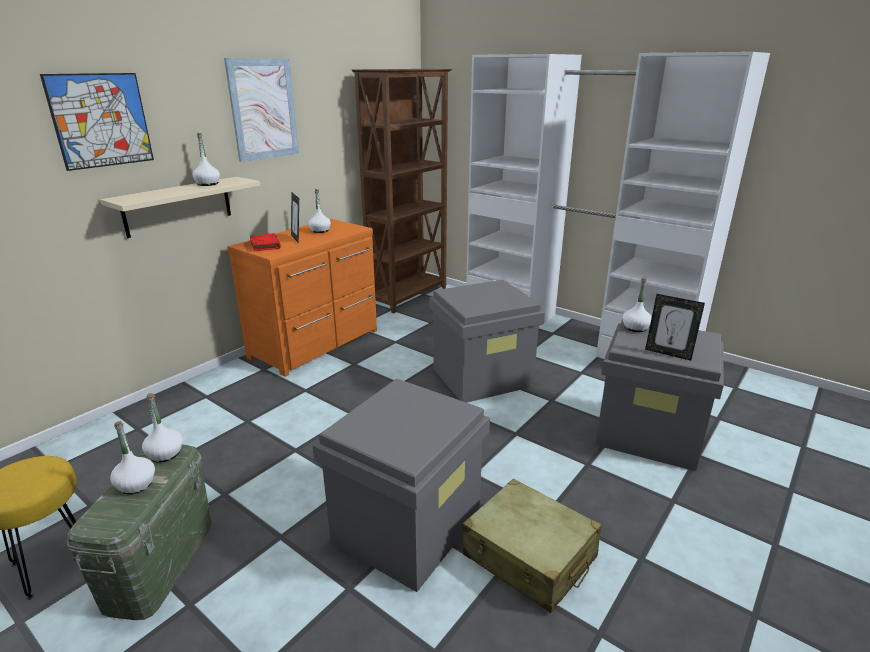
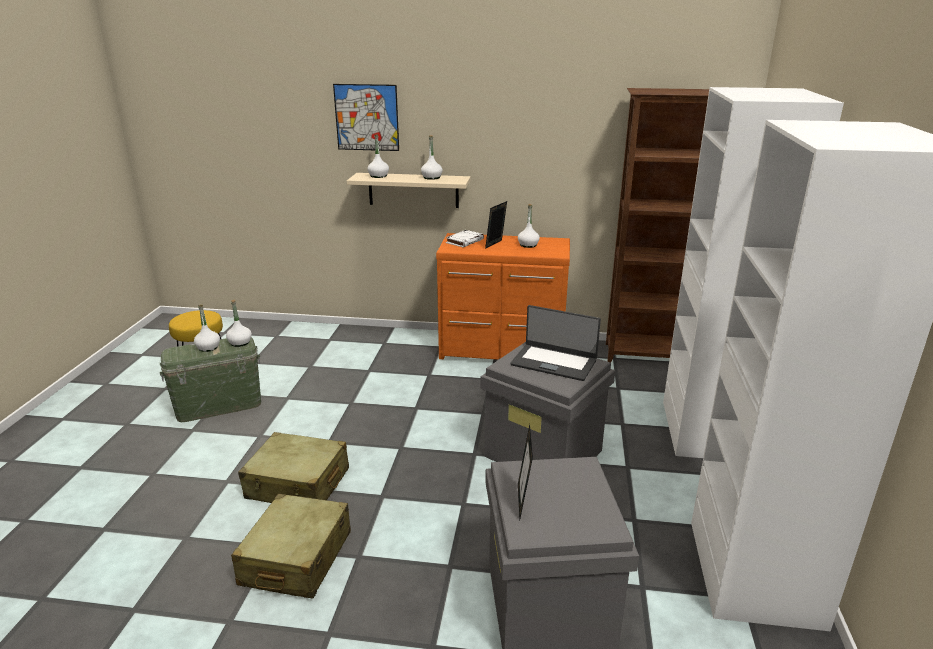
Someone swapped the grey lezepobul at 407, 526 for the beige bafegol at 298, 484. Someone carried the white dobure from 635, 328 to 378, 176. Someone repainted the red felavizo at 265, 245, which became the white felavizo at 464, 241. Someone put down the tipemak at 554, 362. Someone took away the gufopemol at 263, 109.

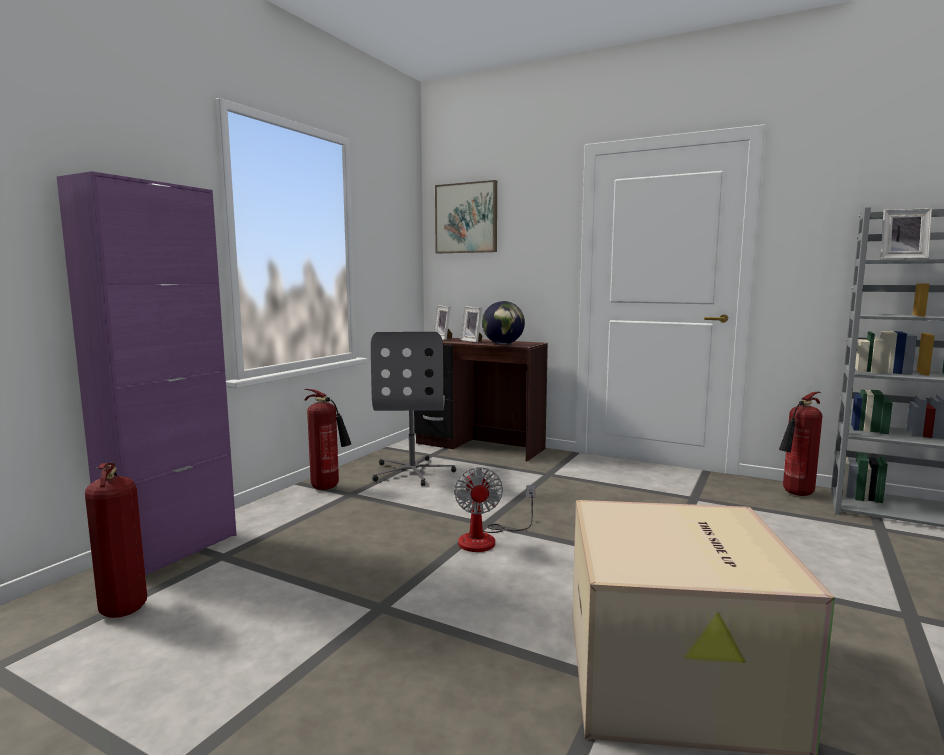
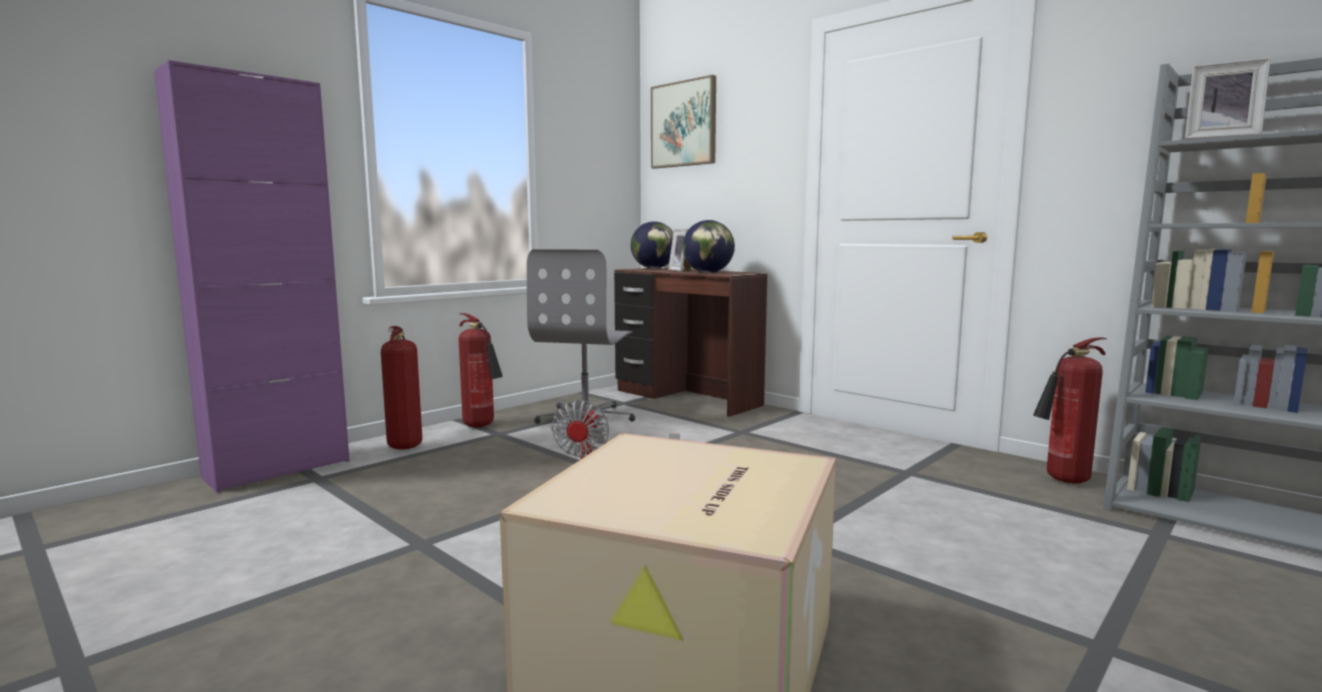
Someone carried the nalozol from 123, 608 to 405, 446. Someone swapped the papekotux at 444, 338 for the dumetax at 653, 268.

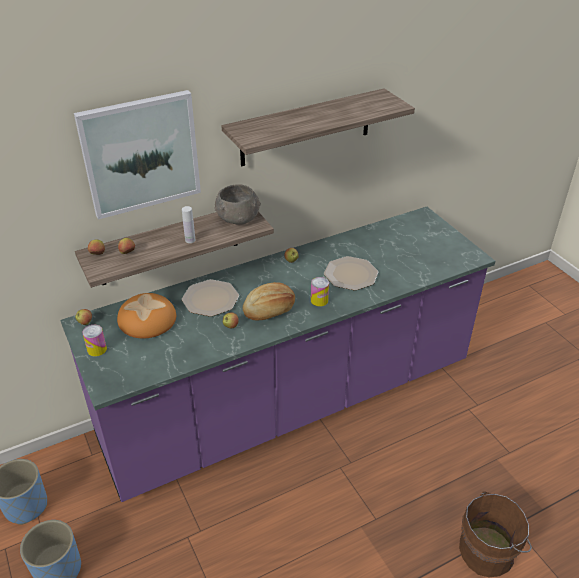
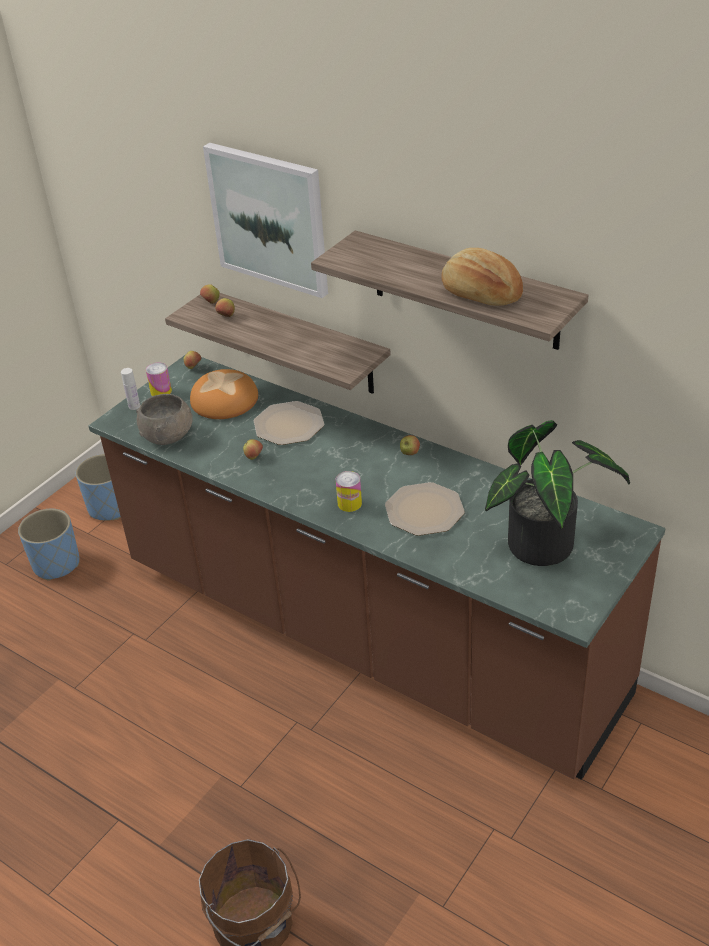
Someone repainted the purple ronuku at 289, 402, which became the brown ronuku at 366, 632. Someone carried the white dobure from 190, 240 to 134, 406. Someone carried the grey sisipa from 238, 218 to 168, 435. Someone carried the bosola from 270, 310 to 480, 294. Someone put down the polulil at 548, 547.

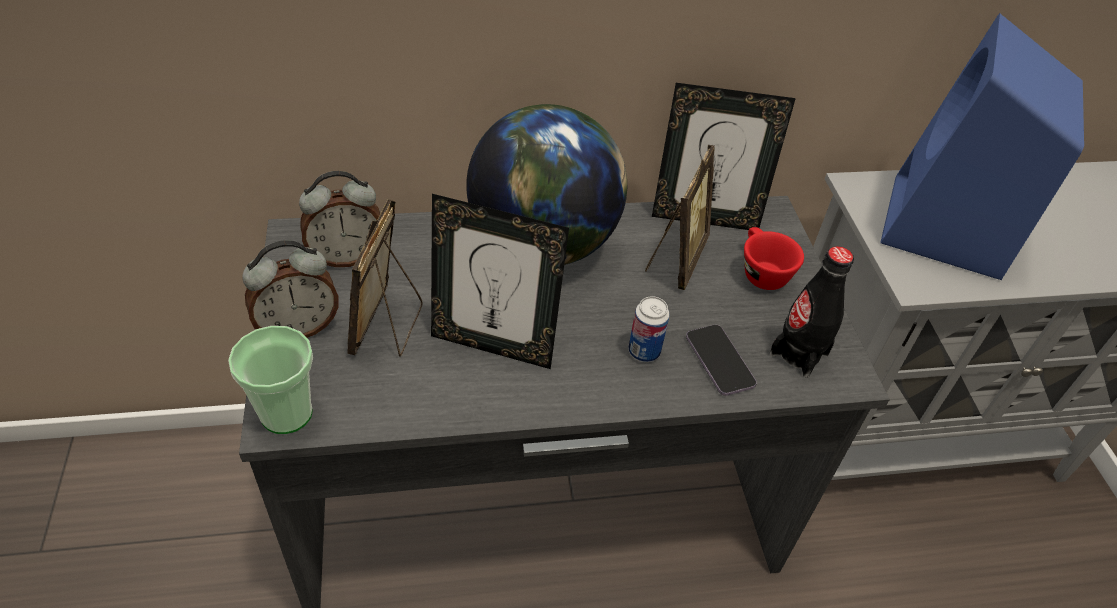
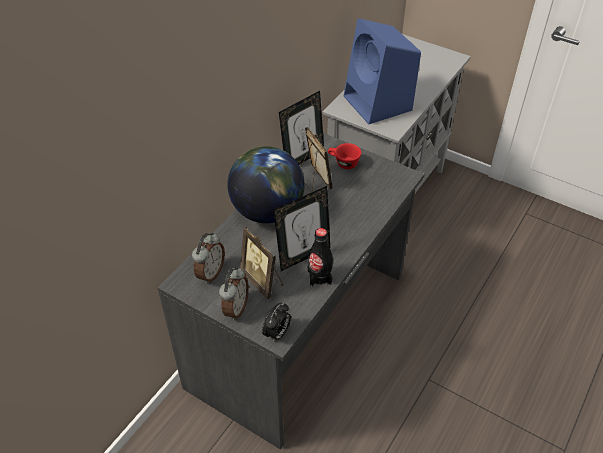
Someone swapped the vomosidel at 286, 413 for the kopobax at 277, 333. Someone carried the black dobure from 799, 353 to 319, 277. Someone took away the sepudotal at 644, 351. Someone took away the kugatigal at 719, 361.

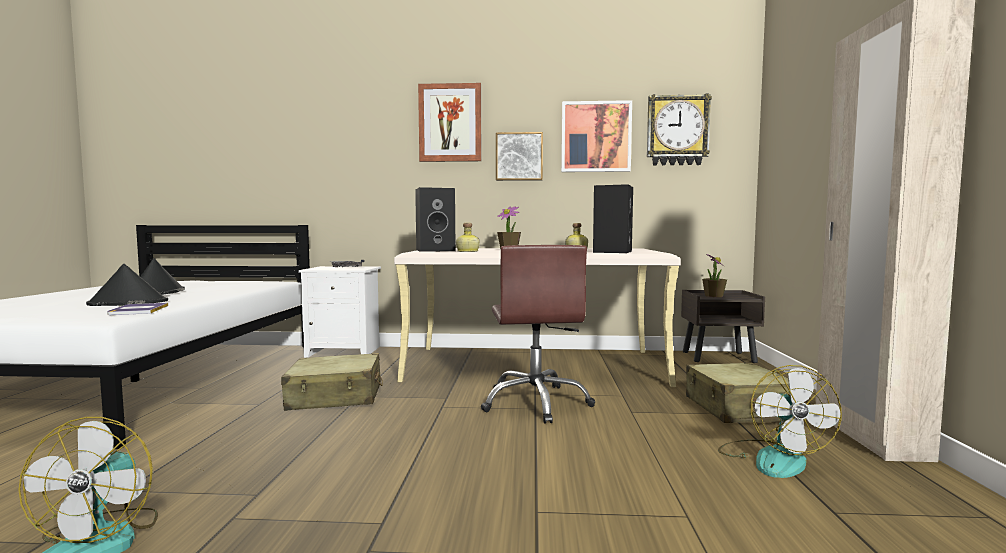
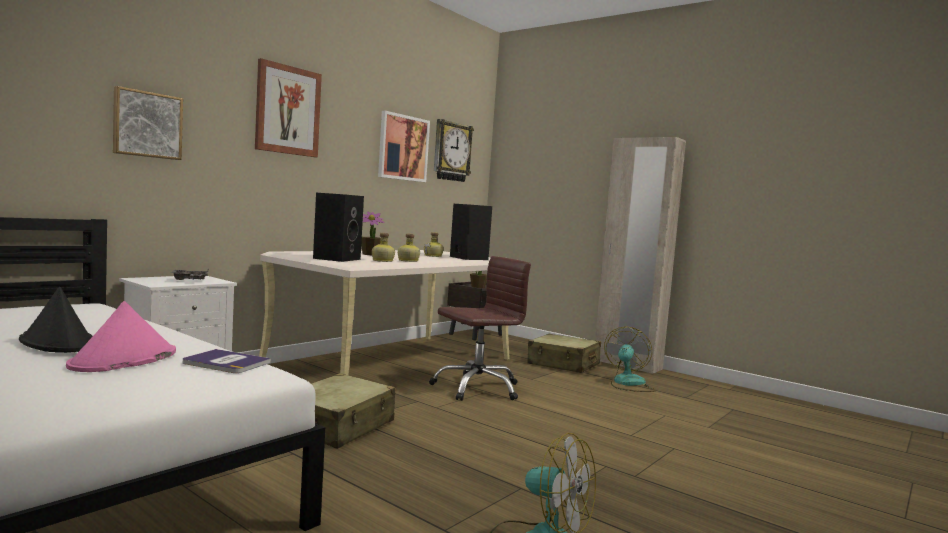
Someone repainted the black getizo at 127, 303, which became the pink getizo at 124, 360. Someone carried the gufopemol from 519, 156 to 147, 124. Someone put down the dobure at 407, 261. Someone rotated the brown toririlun at 536, 403 by 60 degrees counterclockwise. Someone rotated the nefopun at 772, 458 by 105 degrees counterclockwise.

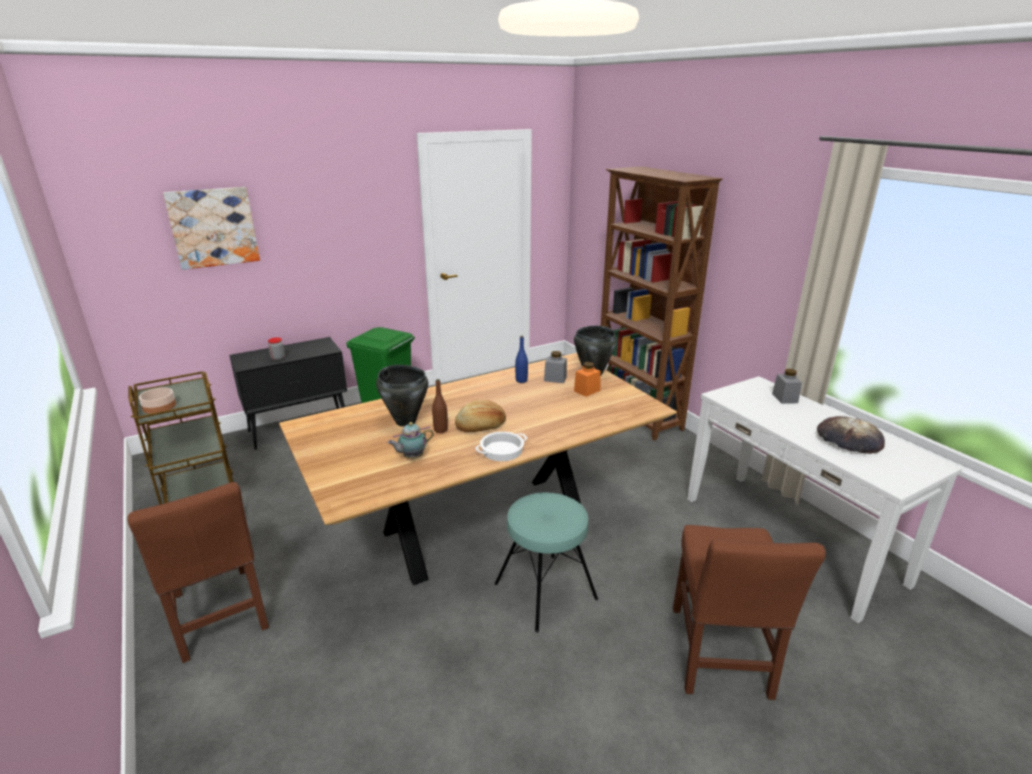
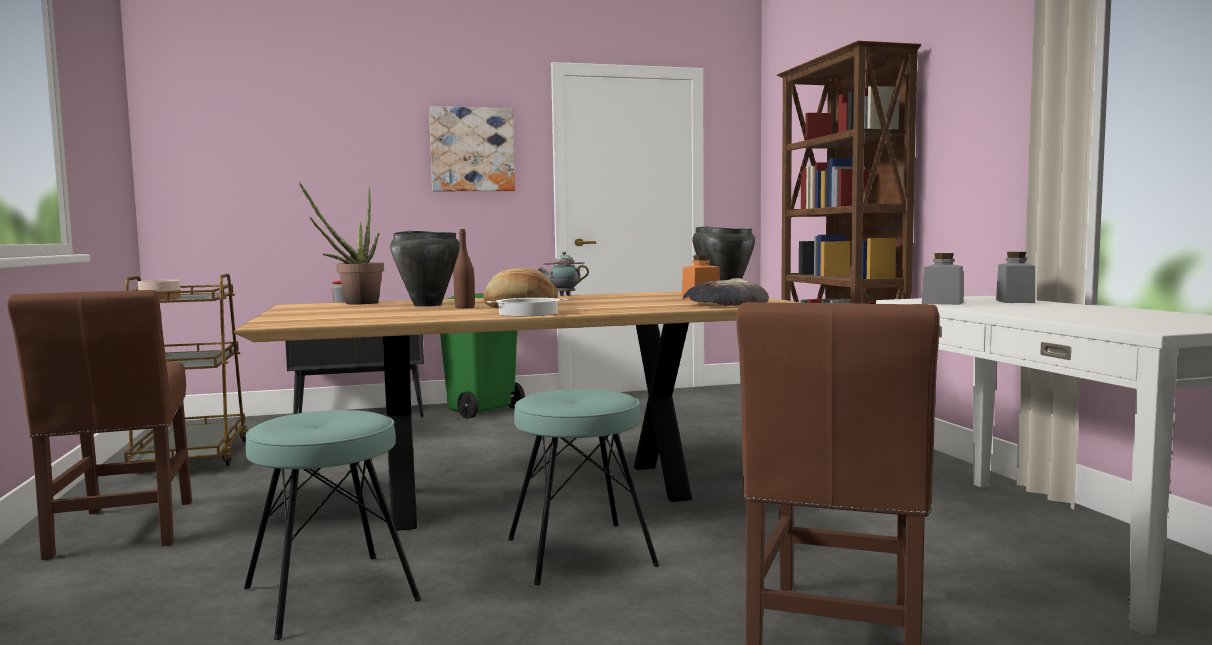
Someone put down the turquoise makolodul at 330, 594. Someone put down the polulil at 354, 303. Someone carried the gufopemol from 213, 227 to 472, 150. Someone carried the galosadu from 412, 457 to 563, 296. Someone carried the bosola from 848, 439 to 725, 304. Someone carried the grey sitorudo from 555, 378 to 942, 303. Someone took away the blue dobure at 521, 380.

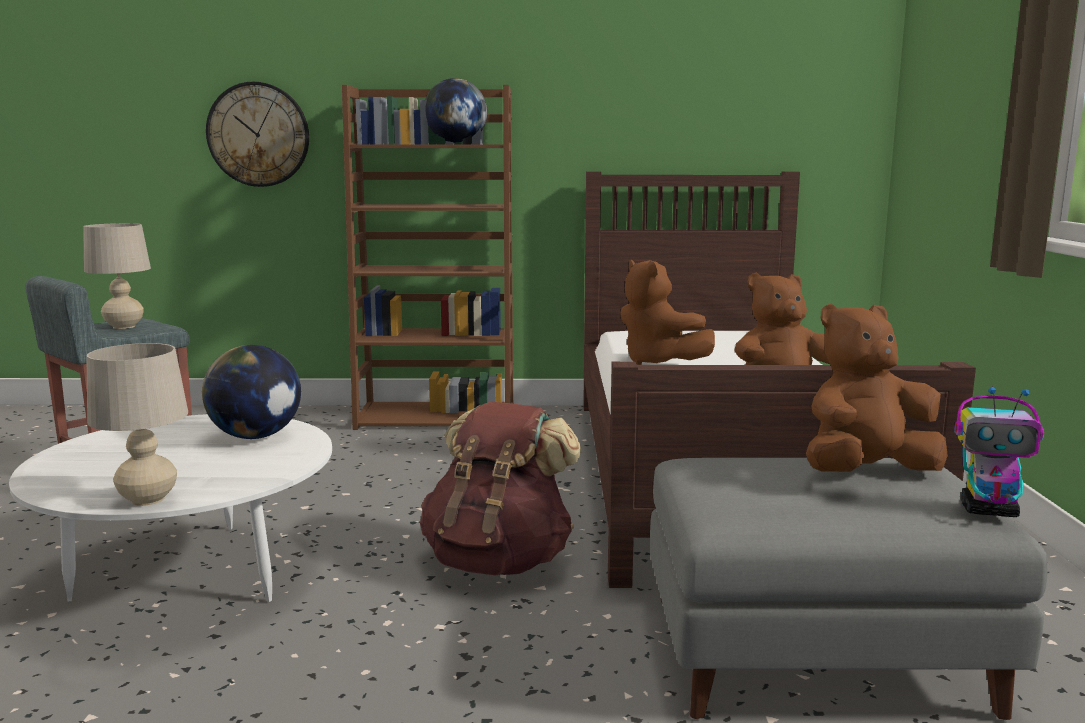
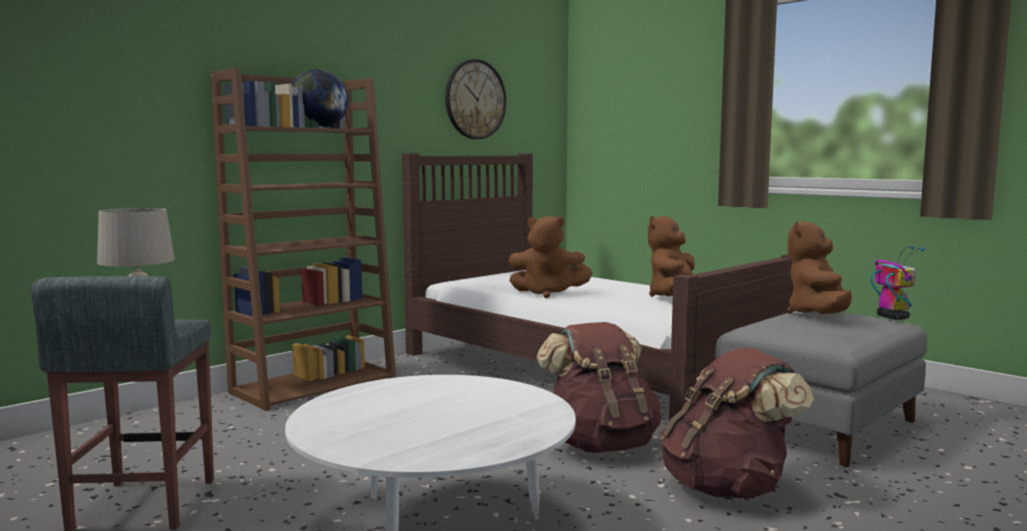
Someone carried the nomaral from 258, 135 to 475, 99. Someone put down the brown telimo at 728, 488. Someone rotated the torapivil at 990, 511 by 75 degrees counterclockwise. Someone took away the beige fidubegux at 147, 499. Someone took away the dumetax at 256, 436.

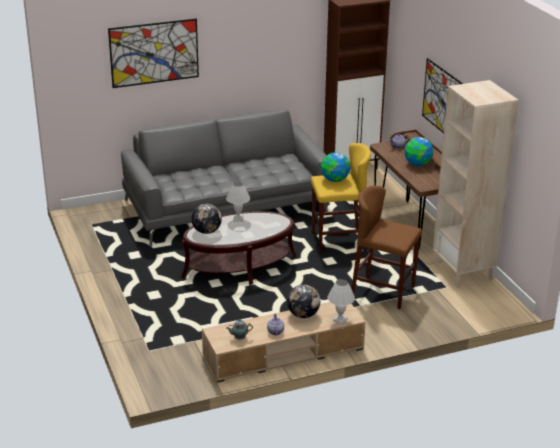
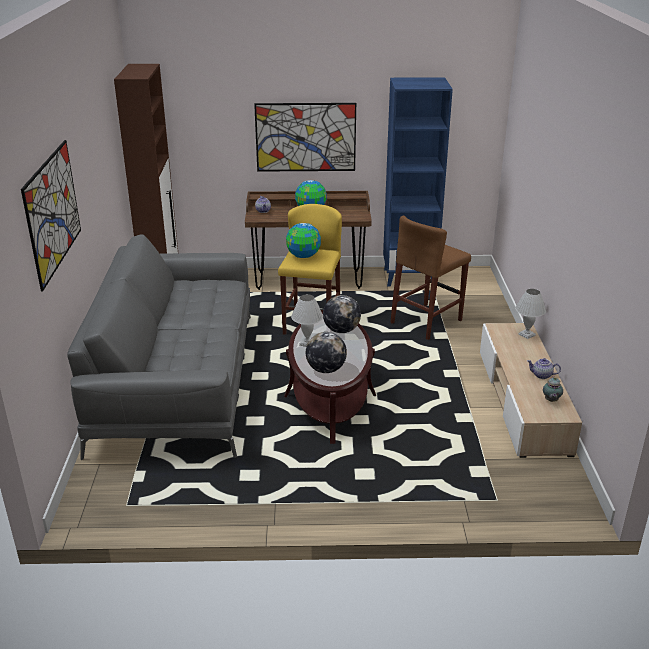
Someone carried the dumetax from 303, 315 to 341, 330. Someone repainted the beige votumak at 463, 271, which became the blue votumak at 409, 277.

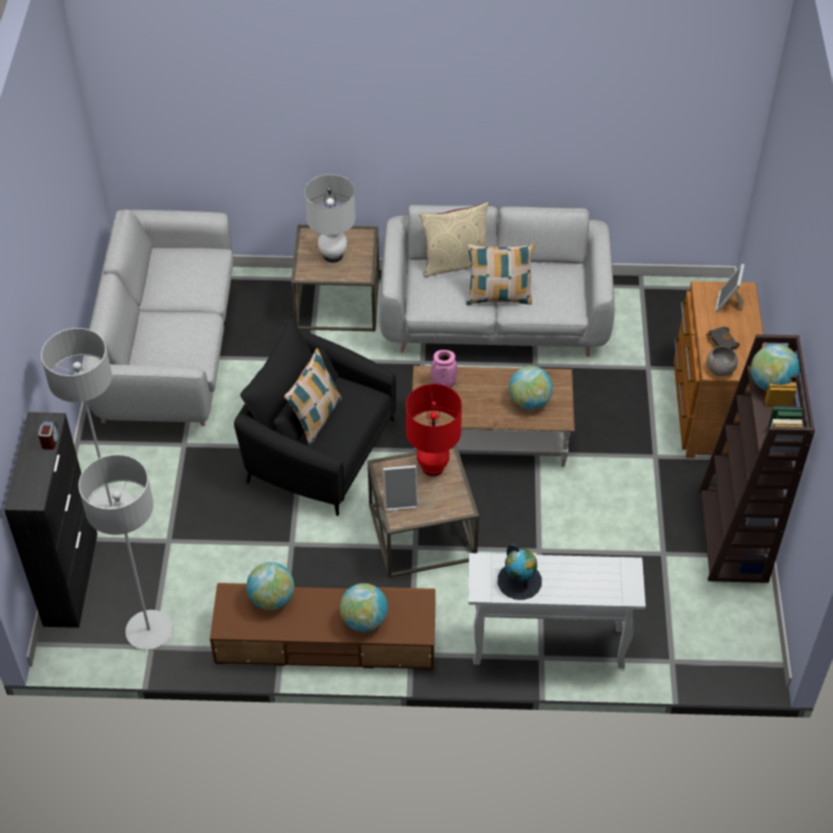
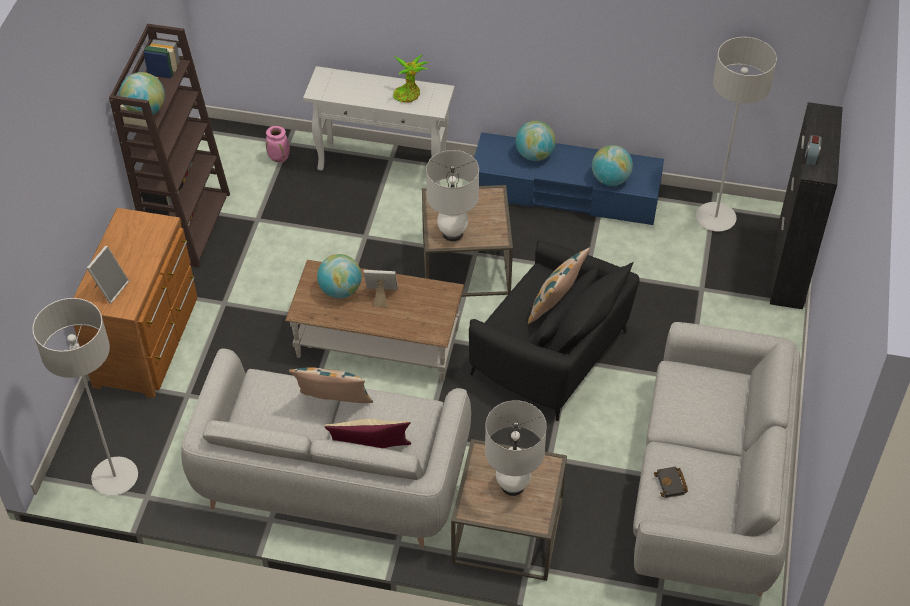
Someone carried the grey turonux from 111, 507 to 115, 477. Someone carried the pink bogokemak from 443, 384 to 279, 158. Someone carried the papekotux from 400, 500 to 381, 296. Someone swapped the dumetax at 519, 581 for the polulil at 409, 94. Someone repainted the red fidubegux at 433, 467, which became the white fidubegux at 452, 233. Someone repainted the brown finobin at 326, 639, which became the blue finobin at 565, 193. Someone carried the black felavizo from 720, 341 to 672, 484. Someone took away the grey sisipa at 720, 370.

